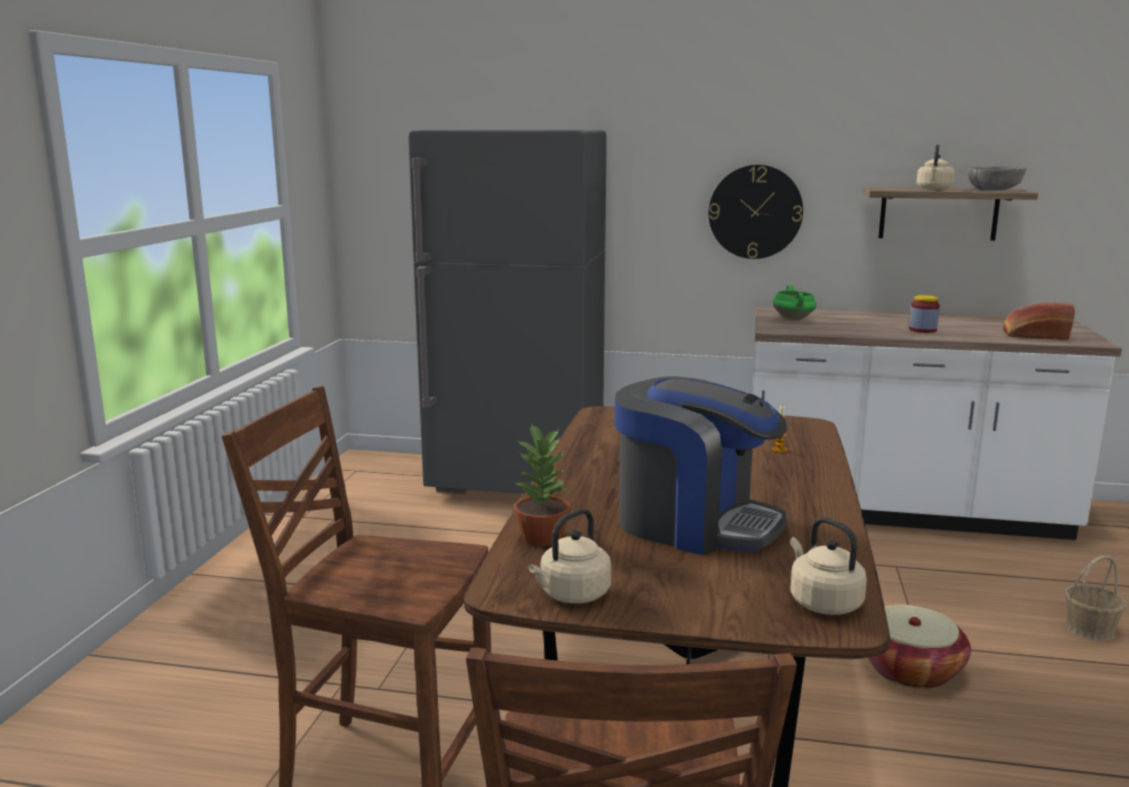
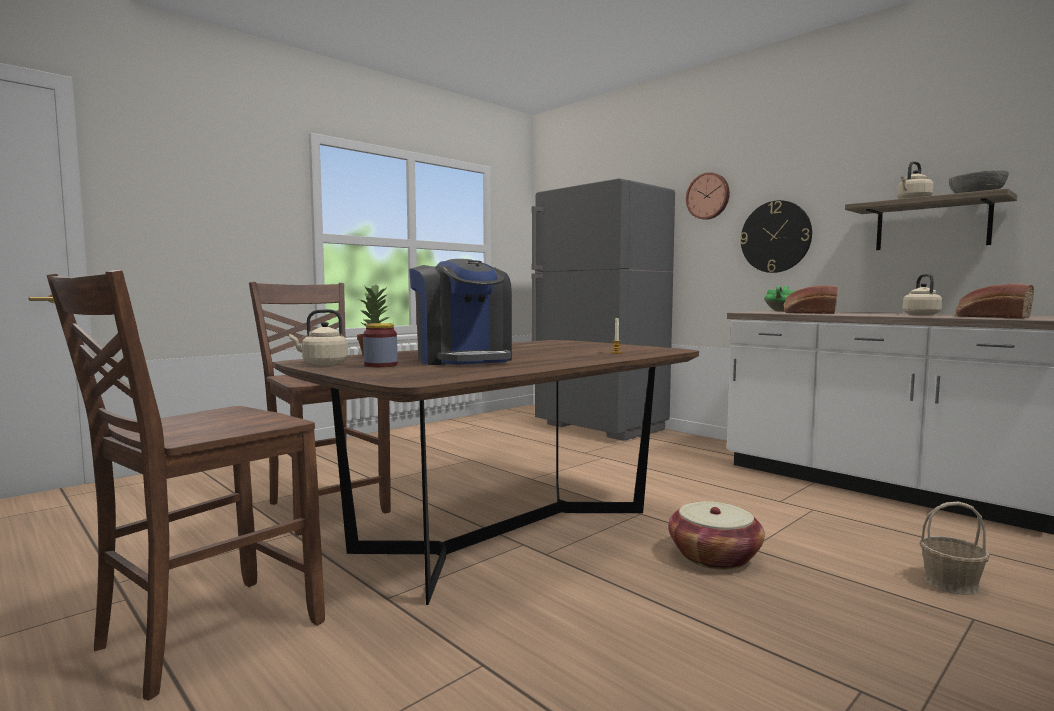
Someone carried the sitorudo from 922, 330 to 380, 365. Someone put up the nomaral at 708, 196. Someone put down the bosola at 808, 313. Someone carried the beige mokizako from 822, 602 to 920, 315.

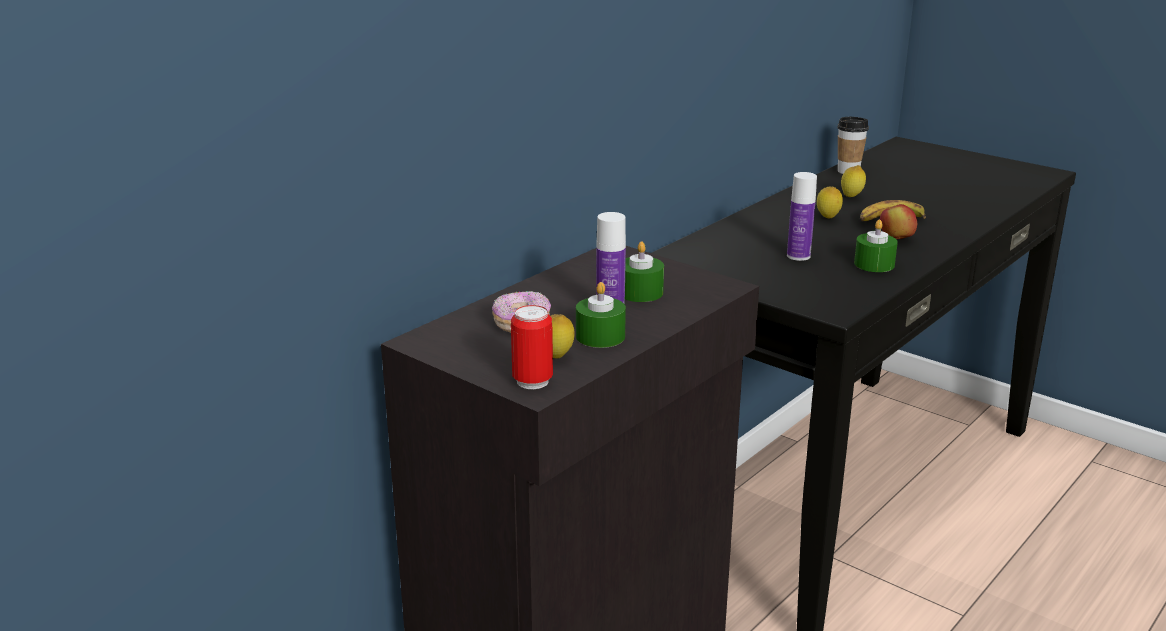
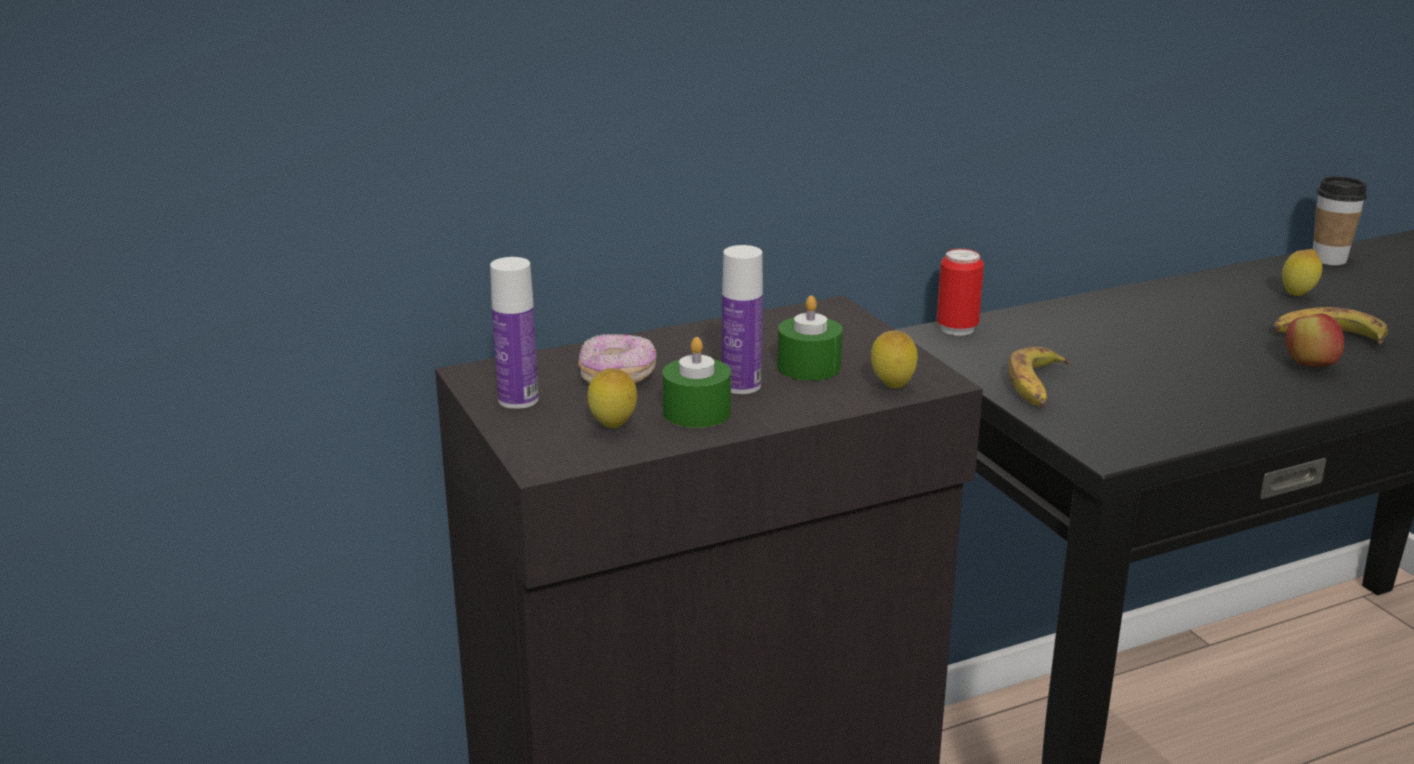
Someone carried the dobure from 798, 256 to 518, 400. Someone carried the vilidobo from 827, 218 to 892, 388. Someone carried the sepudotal from 532, 381 to 957, 329. Someone put down the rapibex at 1037, 387. Someone took away the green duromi at 874, 264.

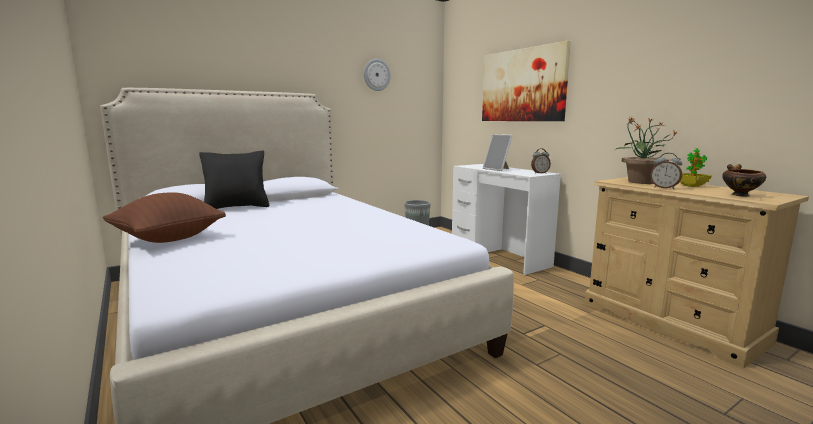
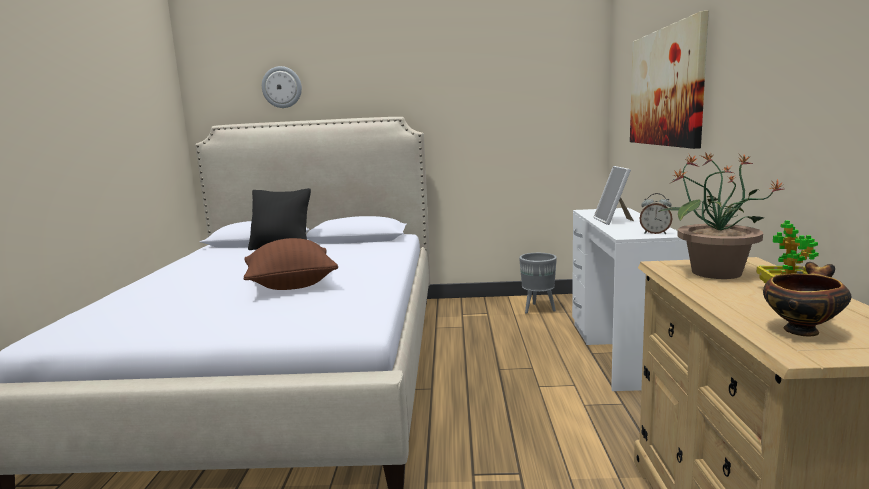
Someone carried the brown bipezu from 168, 239 to 291, 285. Someone carried the nomaral from 376, 75 to 282, 87. Someone took away the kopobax at 664, 188.

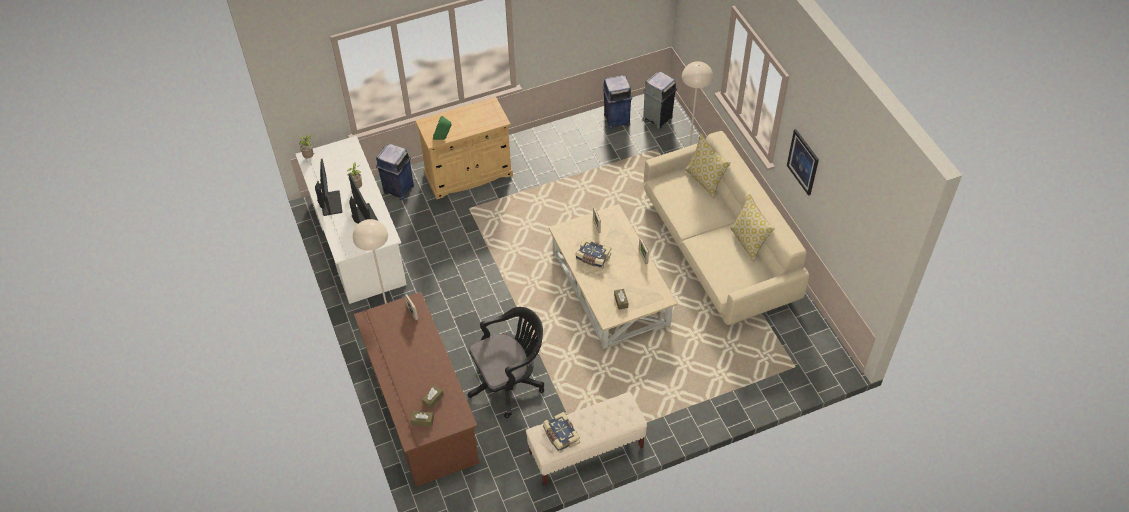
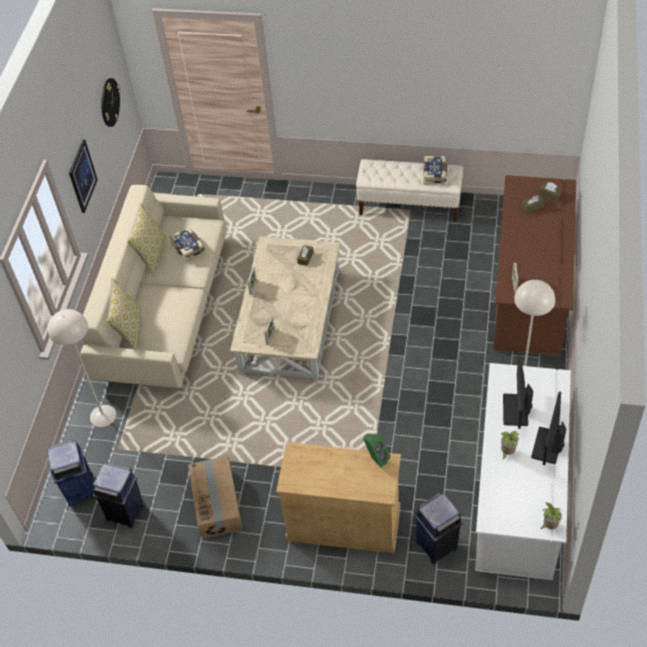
Someone repainted the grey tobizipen at 658, 117, which became the blue tobizipen at 80, 489. Someone put up the nomaral at 109, 102. Someone carried the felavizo from 592, 258 to 189, 248. Someone put down the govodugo at 217, 503. Someone took away the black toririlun at 509, 382.

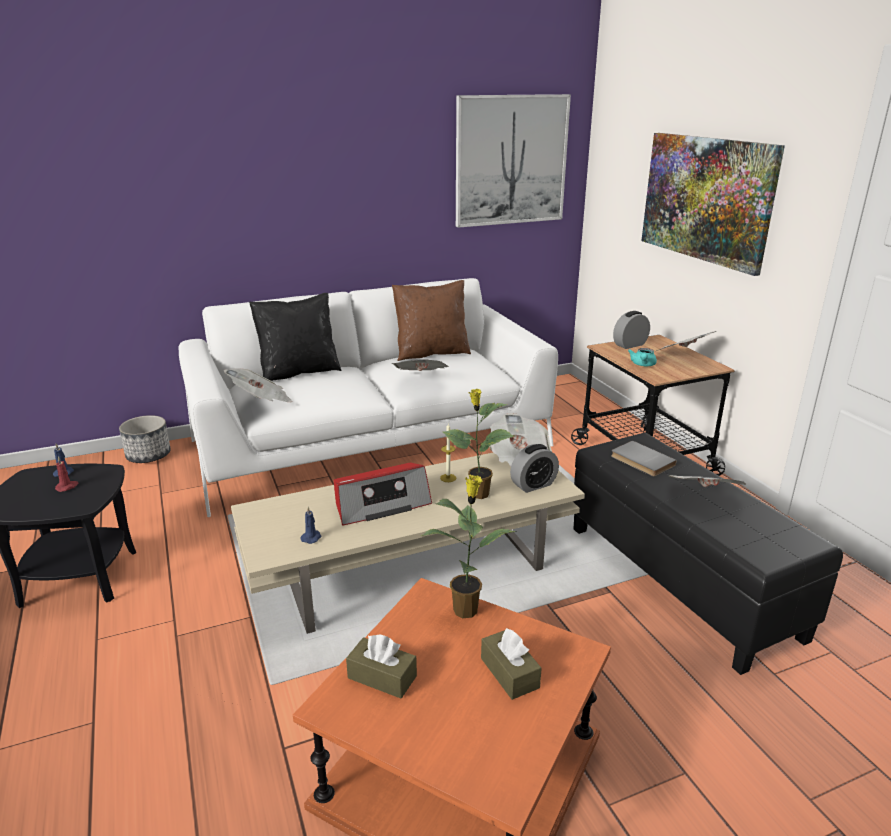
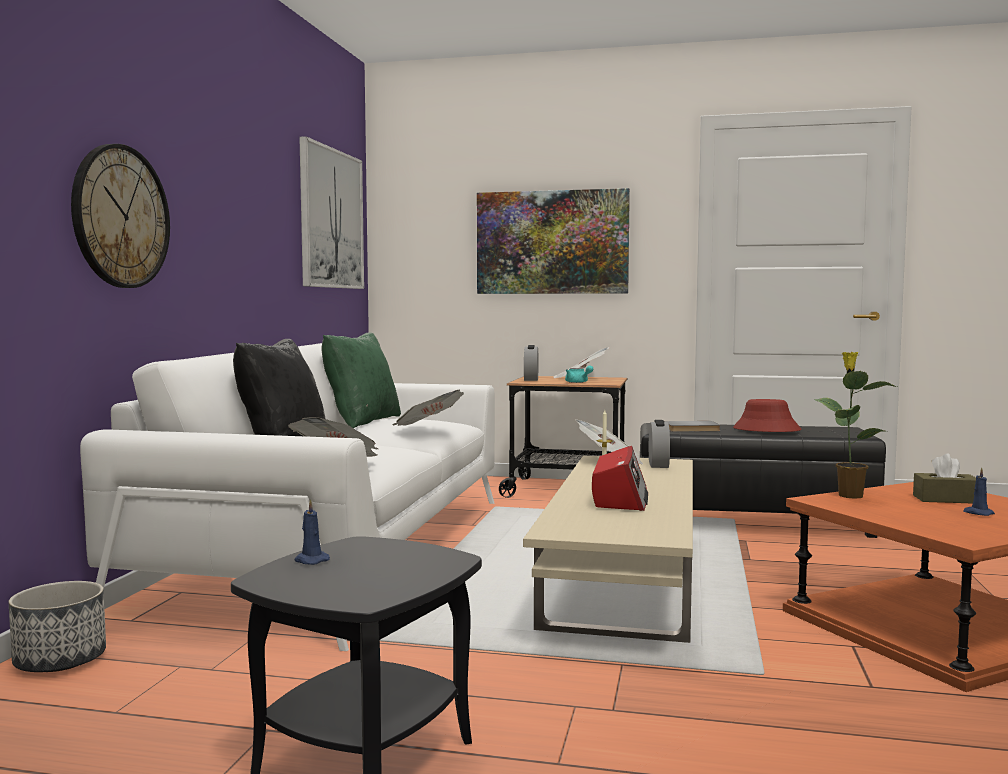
Someone put up the nomaral at 120, 217. Someone repainted the brown bipezu at 431, 353, which became the green bipezu at 361, 422. Someone swapped the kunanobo at 702, 497 for the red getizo at 766, 430. Someone carried the blue duromi from 311, 537 to 977, 513. Someone took away the red duromi at 67, 487. Someone took away the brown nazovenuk at 382, 677. Someone took away the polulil at 478, 494.

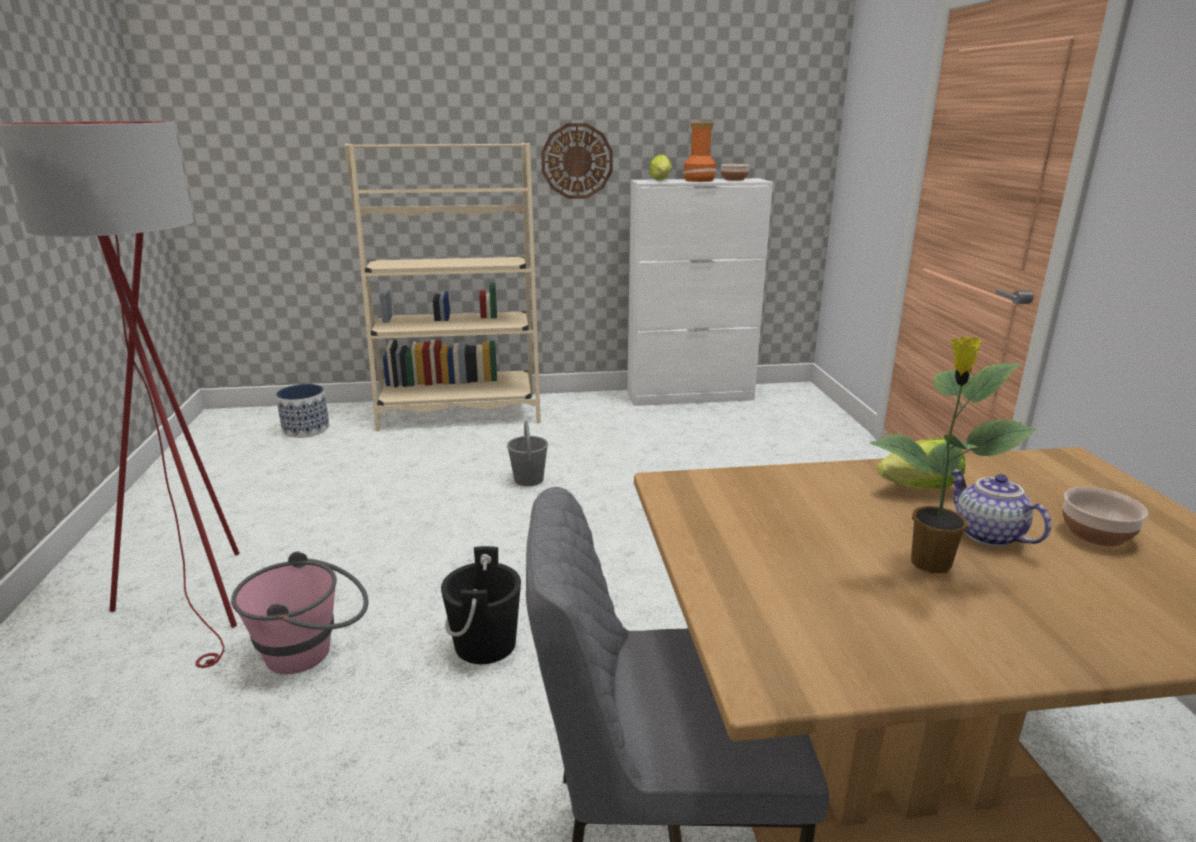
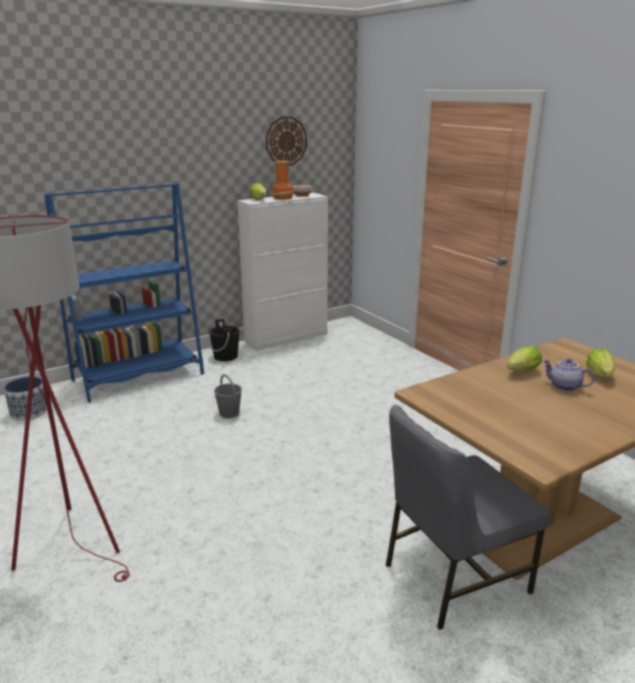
Someone repainted the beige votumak at 459, 412, which became the blue votumak at 139, 377. Someone carried the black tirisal from 485, 644 to 225, 356. Someone carried the nomaral from 577, 161 to 286, 141. Someone swapped the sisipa at 1097, 533 for the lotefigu at 600, 376. Someone took away the pink tirisal at 312, 651. Someone took away the polulil at 929, 564.

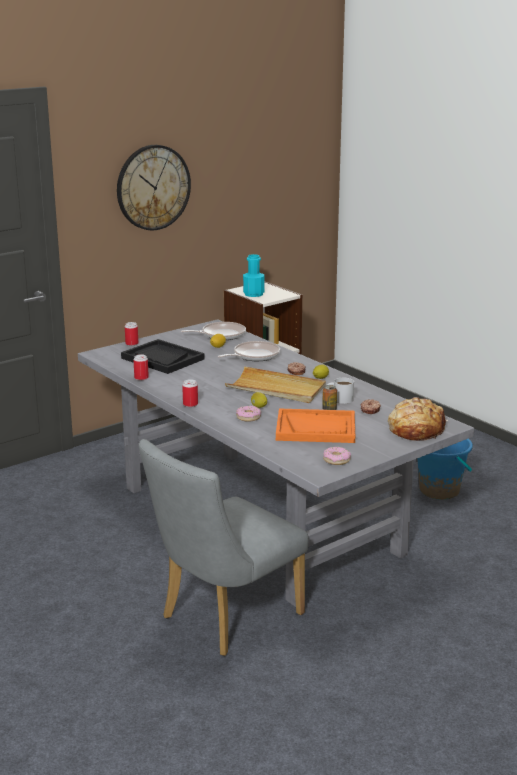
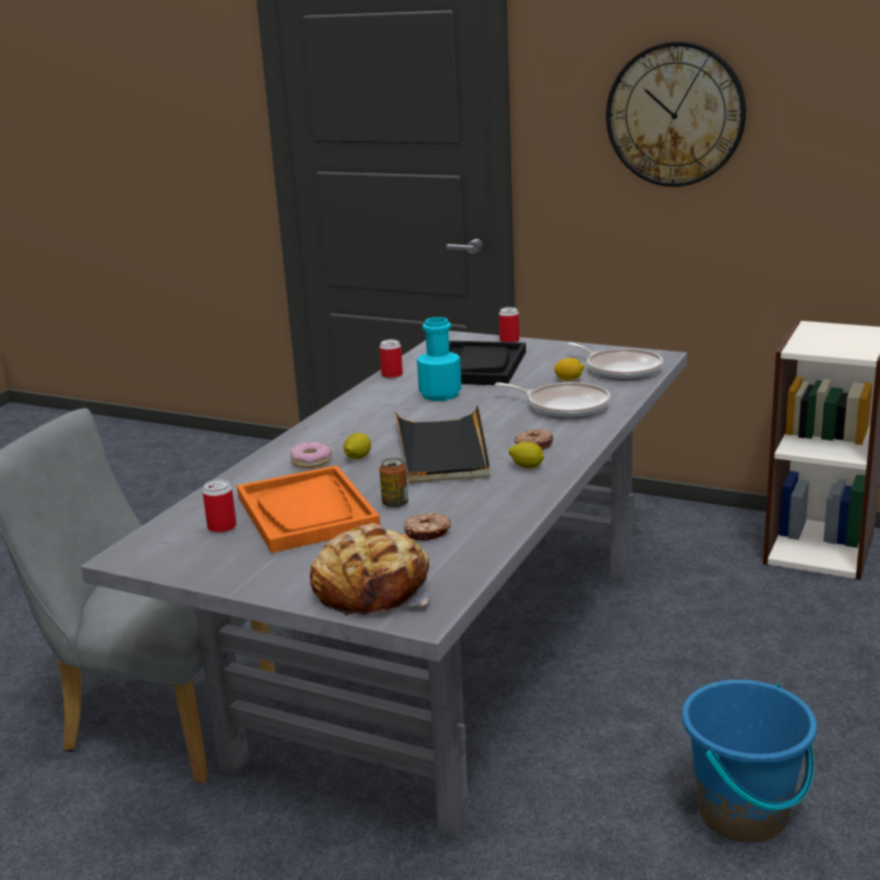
Someone carried the sepudotal from 190, 404 to 222, 527. Someone repainted the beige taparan at 276, 389, which became the black taparan at 443, 451. Someone carried the turquoise dobure from 253, 294 to 440, 394. Someone took away the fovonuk at 336, 460. Someone took away the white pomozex at 339, 399.

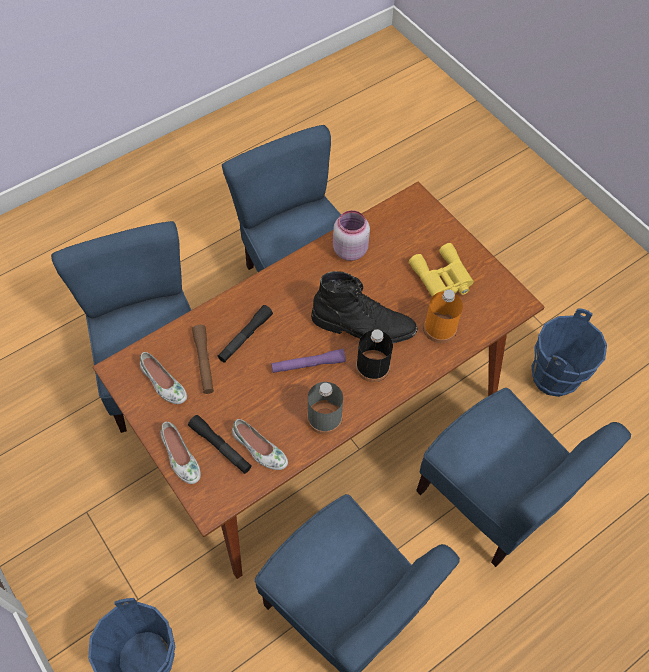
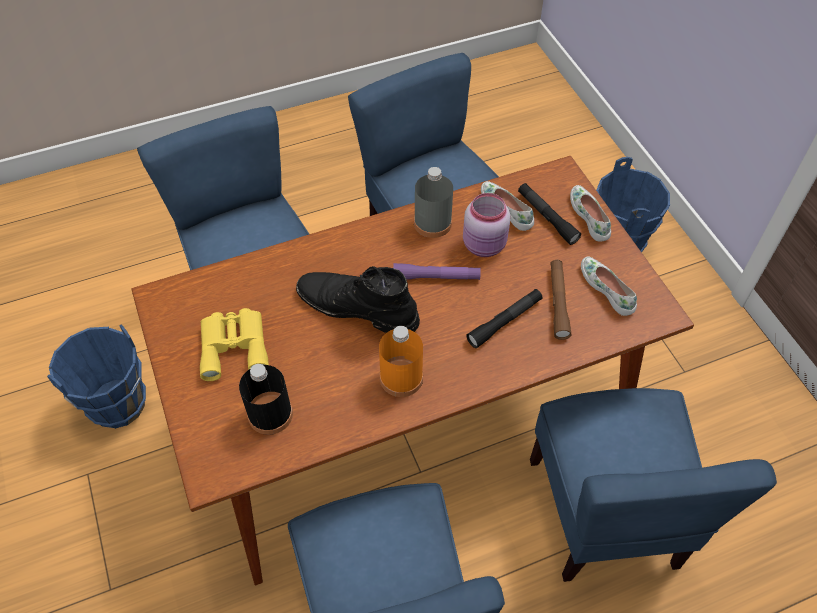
Someone carried the black dobure from 372, 367 to 270, 414. Someone carried the orange dobure from 440, 328 to 401, 378. Someone carried the pink sitorudo from 349, 249 to 485, 246.

